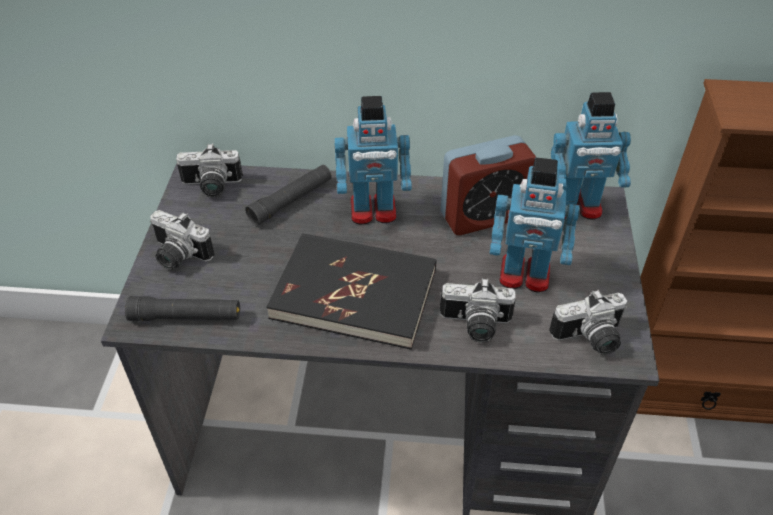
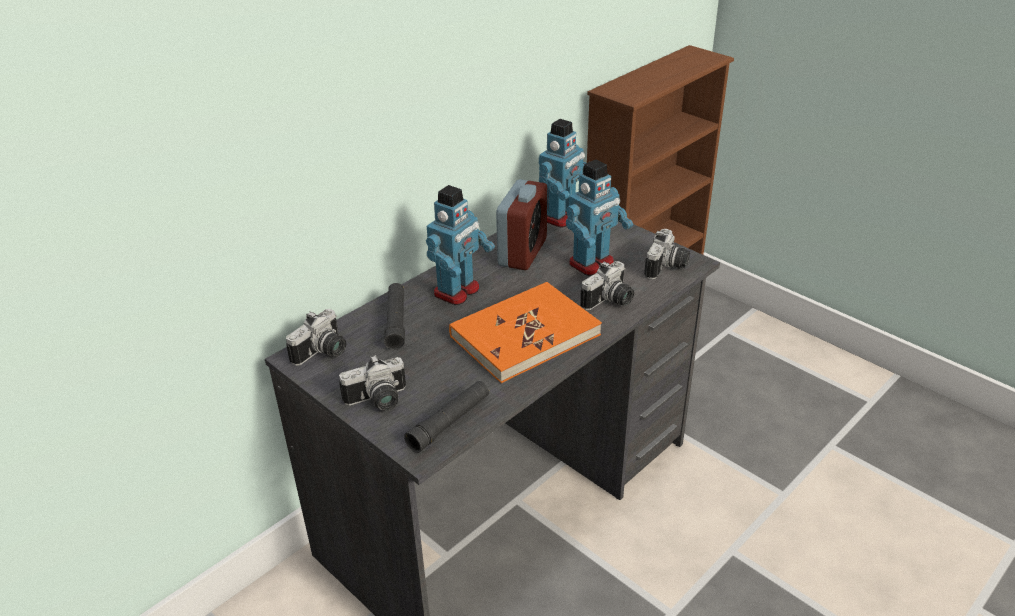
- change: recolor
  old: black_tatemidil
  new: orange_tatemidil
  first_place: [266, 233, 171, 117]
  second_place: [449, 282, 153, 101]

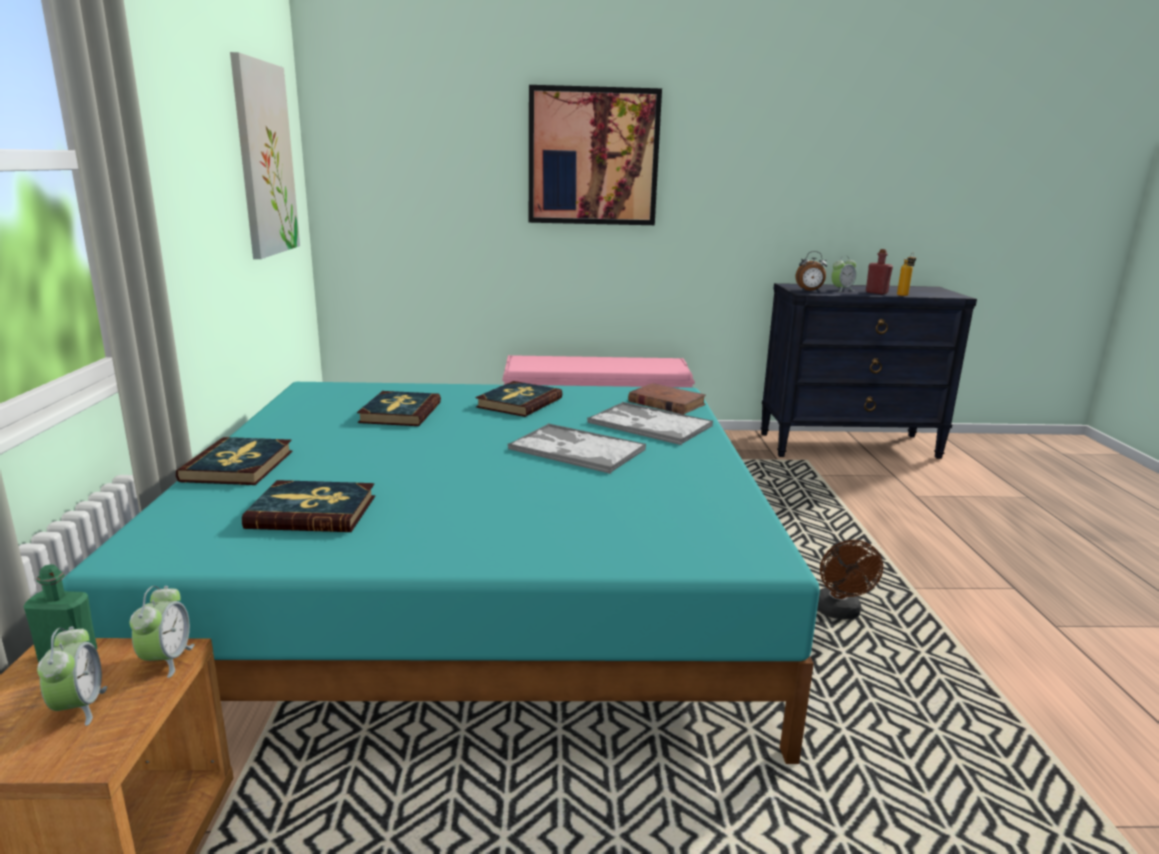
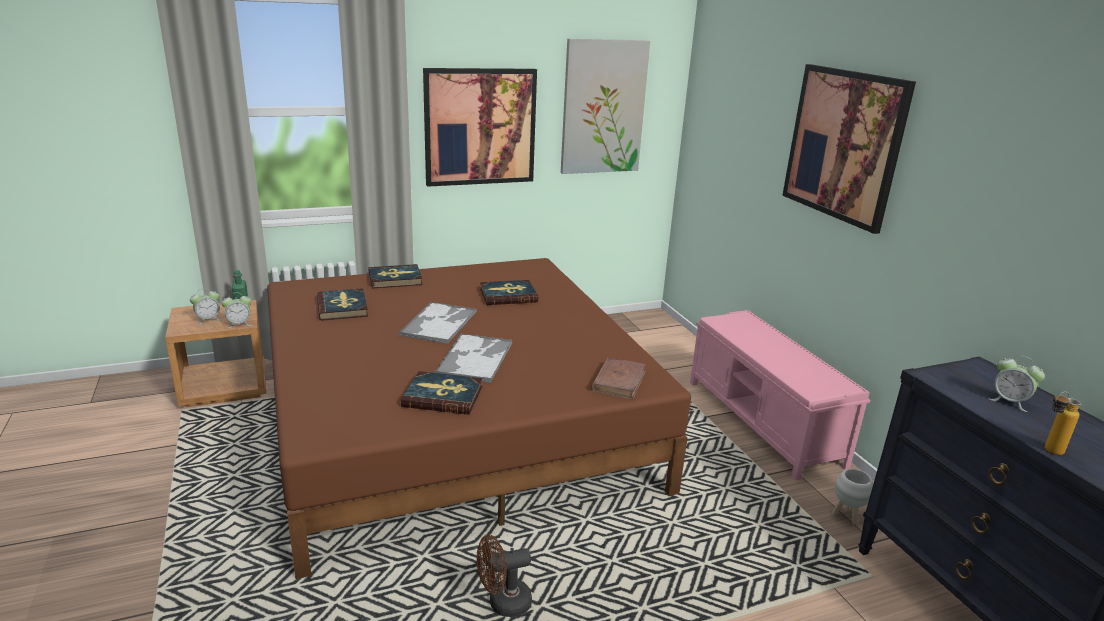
- change: recolor
  old: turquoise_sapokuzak
  new: brown_sapokuzak
  first_place: [62, 382, 758, 382]
  second_place: [267, 258, 424, 321]
- change: move
  old: tatemidil
  first_place: [475, 381, 87, 36]
  second_place: [401, 371, 81, 44]
- change: move
  old: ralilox
  first_place: [587, 402, 126, 43]
  second_place: [398, 302, 78, 42]
- change: delete
  old: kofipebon
  first_place: [796, 251, 31, 40]
- change: delete
  old: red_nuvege
  first_place: [866, 249, 27, 45]
- change: insert
  new: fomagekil
  second_place: [423, 68, 114, 119]
- change: insert
  new: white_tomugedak
  second_place: [832, 468, 41, 57]

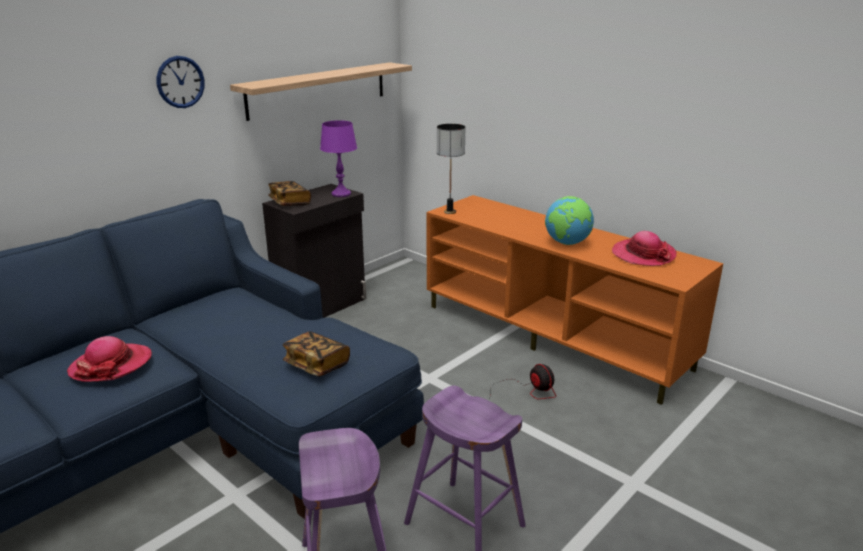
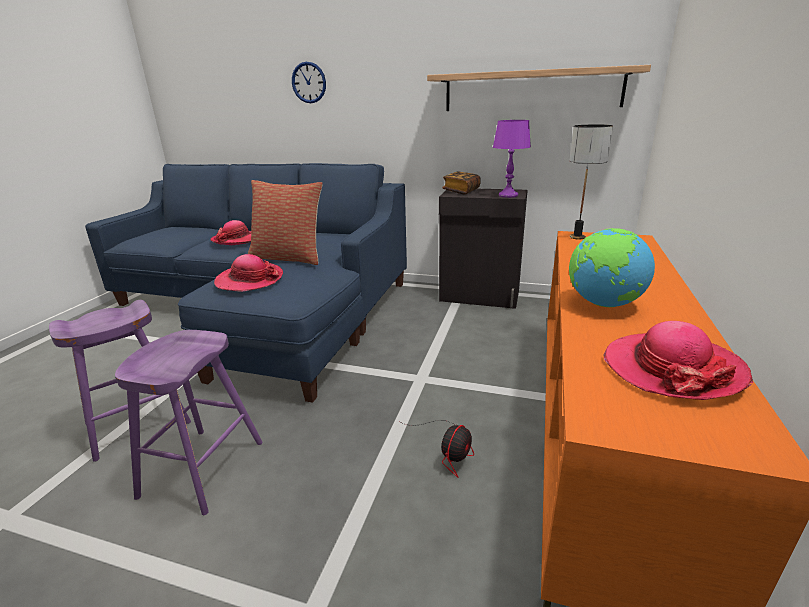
- change: move
  old: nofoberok
  first_place: [156, 56, 49, 52]
  second_place: [292, 62, 34, 41]
- change: replace
  old: tatemidil
  new: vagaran
  first_place: [283, 331, 67, 45]
  second_place: [214, 254, 69, 37]
- change: insert
  new: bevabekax
  second_place: [248, 180, 75, 85]

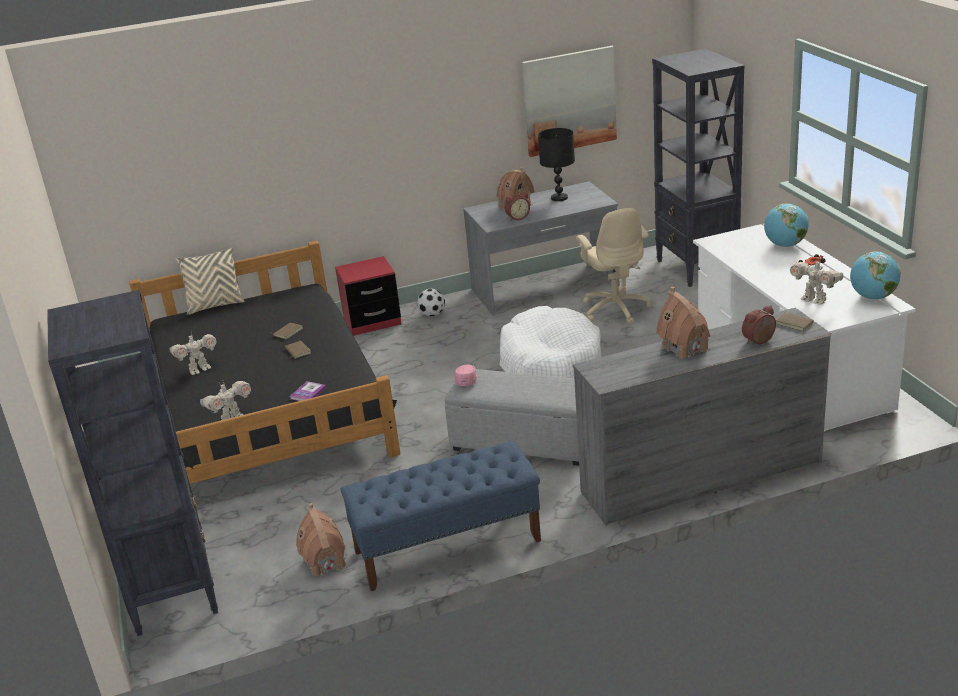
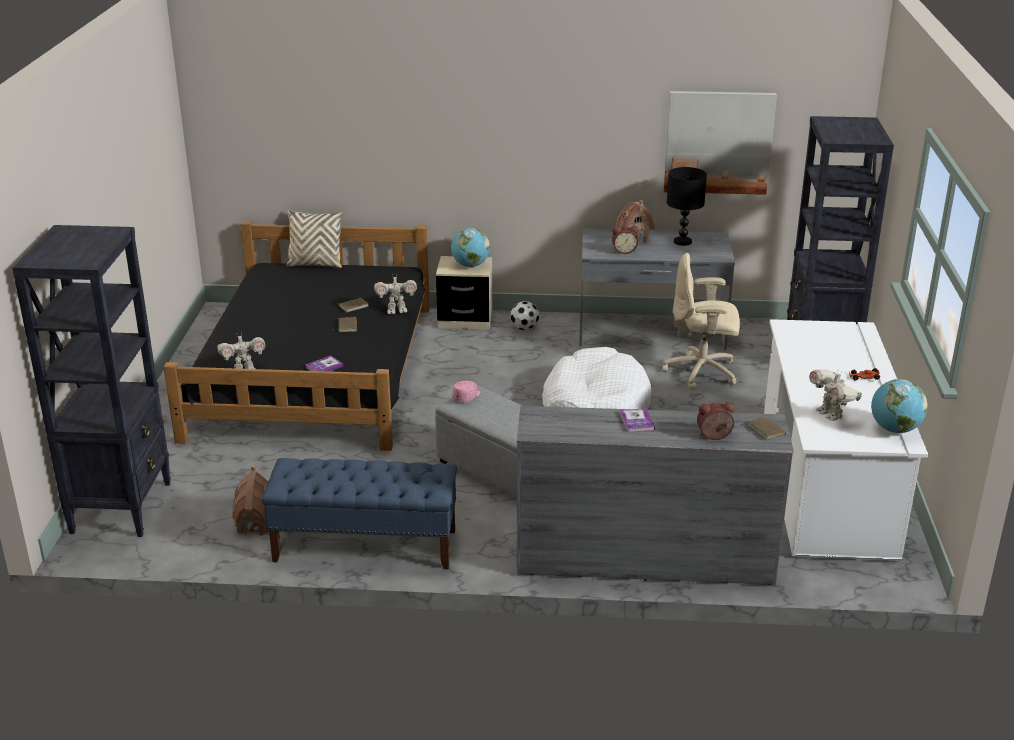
- change: move
  old: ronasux
  first_place: [169, 332, 48, 43]
  second_place: [374, 273, 43, 41]
- change: recolor
  old: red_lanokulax
  new: beige_lanokulax
  first_place: [335, 256, 67, 80]
  second_place: [436, 256, 56, 74]
- change: rotate
  old: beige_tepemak
  first_place: [576, 208, 76, 116]
  second_place: [663, 253, 77, 137]
  degrees: 90
- change: replace
  old: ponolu
  new: tatemidil
  first_place: [656, 286, 54, 73]
  second_place: [619, 408, 36, 24]
- change: move
  old: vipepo
  first_place: [764, 203, 44, 44]
  second_place: [451, 228, 39, 39]

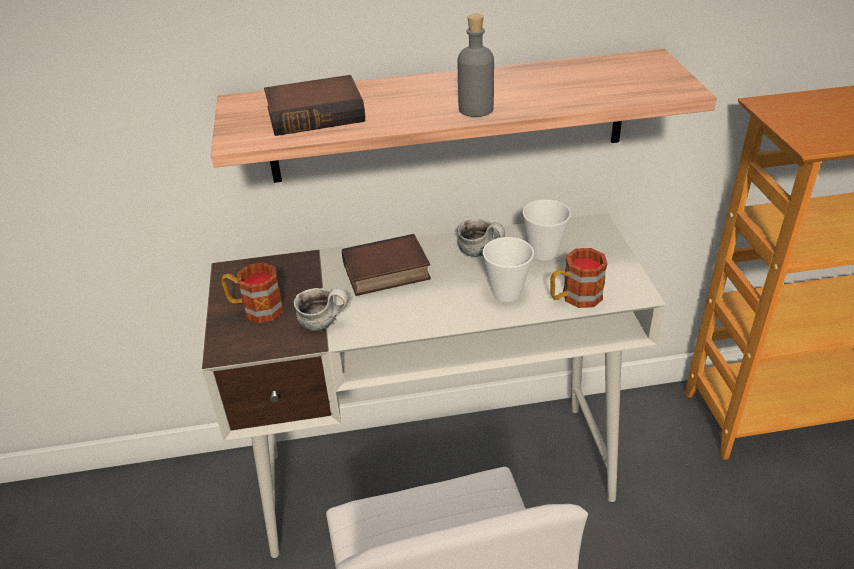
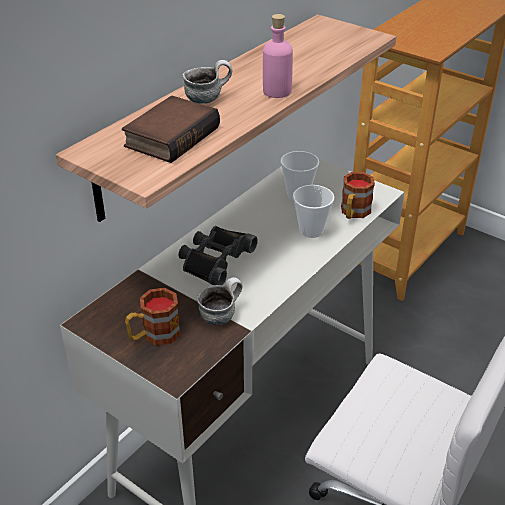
- change: replace
  old: tatemidil
  new: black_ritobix
  first_place: [342, 234, 89, 62]
  second_place: [179, 226, 79, 60]
- change: move
  old: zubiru
  first_place: [457, 219, 48, 38]
  second_place: [183, 60, 49, 44]
- change: recolor
  old: grey_nuvege
  new: pink_nuvege
  first_place: [458, 14, 36, 103]
  second_place: [263, 14, 30, 84]

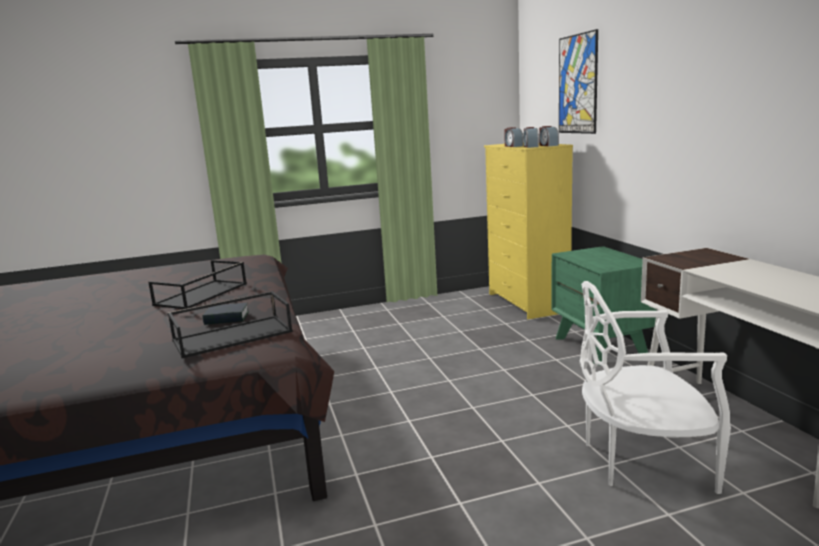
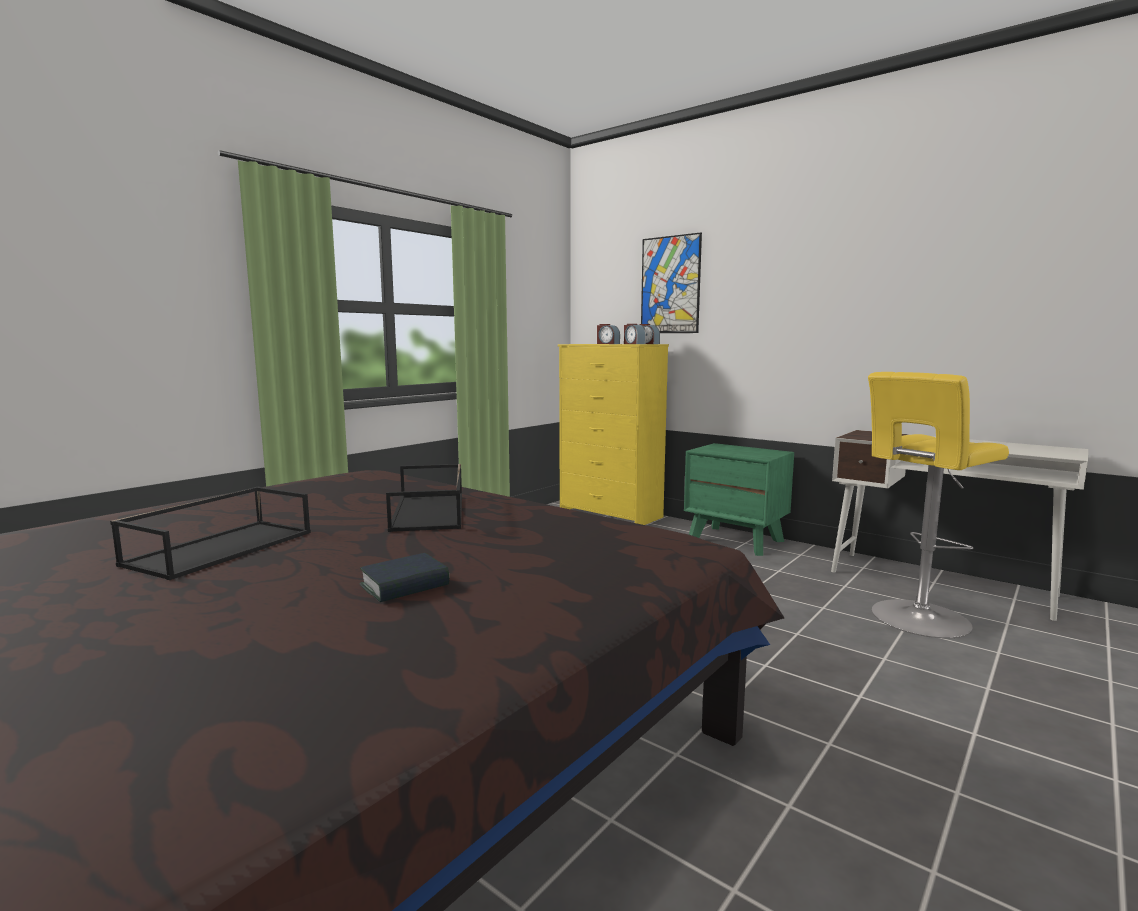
- change: move
  old: black_ralilox
  first_place: [168, 291, 125, 67]
  second_place: [110, 487, 201, 93]
- change: move
  old: tatemidil
  first_place: [202, 303, 47, 22]
  second_place: [360, 553, 89, 49]
- change: replace
  old: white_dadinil
  new: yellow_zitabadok
  first_place: [580, 281, 151, 213]
  second_place: [868, 372, 141, 266]

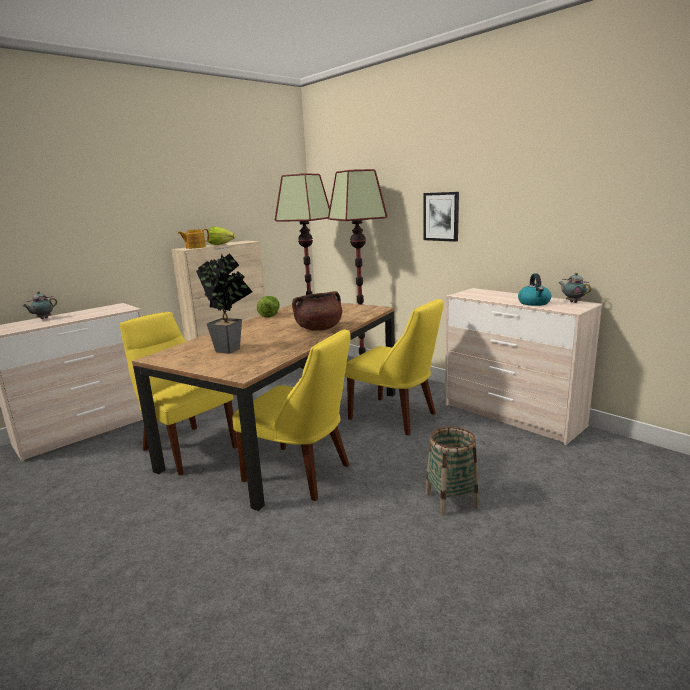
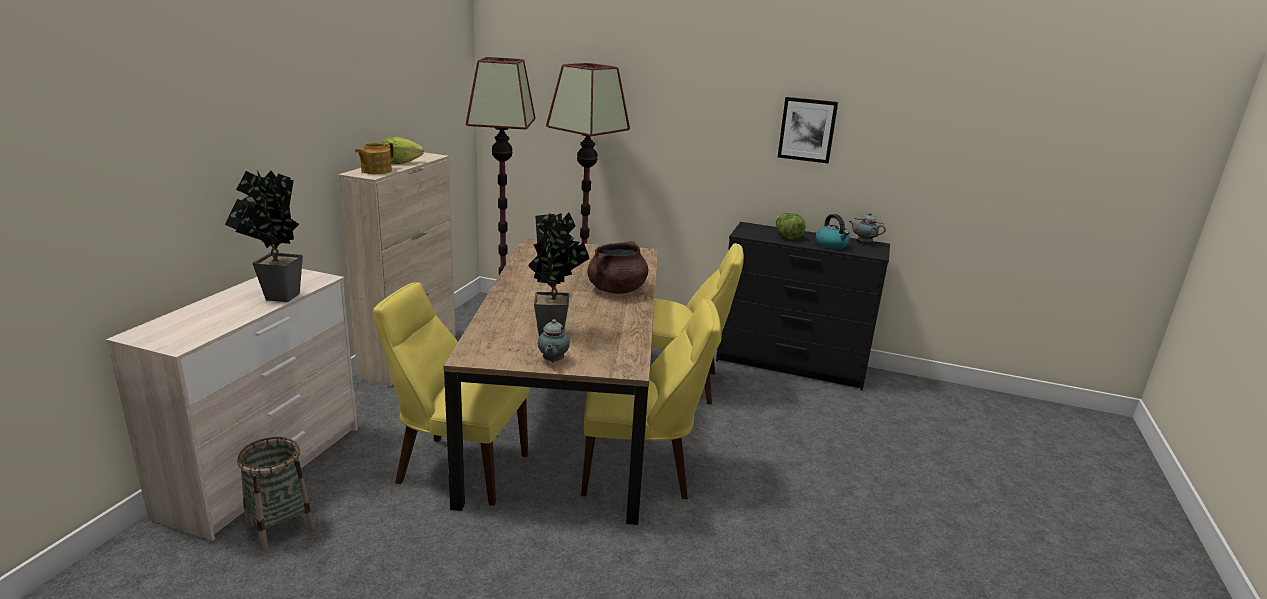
- change: move
  old: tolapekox
  first_place: [23, 292, 34, 27]
  second_place: [538, 319, 32, 43]
- change: move
  old: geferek
  first_place: [257, 296, 22, 22]
  second_place: [775, 213, 31, 27]
- change: move
  old: fomagekil
  first_place: [423, 192, 36, 50]
  second_place: [778, 97, 60, 66]
- change: move
  old: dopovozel
  first_place: [425, 427, 54, 89]
  second_place: [237, 437, 77, 113]
- change: recolor
  old: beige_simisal
  new: black_simisal
  first_place: [445, 288, 158, 157]
  second_place: [716, 222, 174, 169]
- change: insert
  new: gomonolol
  second_place: [225, 170, 78, 132]

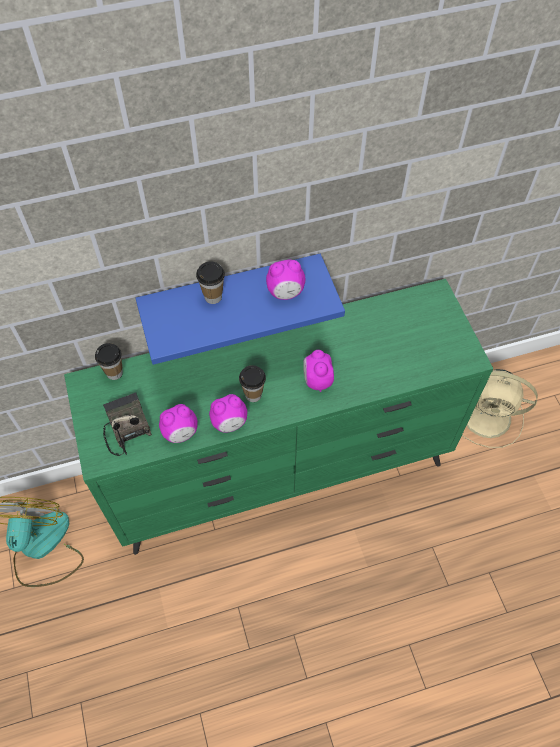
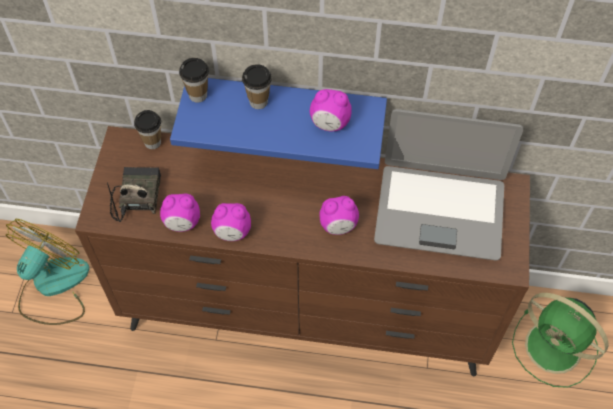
- change: recolor
  old: green_simisal
  new: brown_simisal
  first_place: [64, 279, 429, 276]
  second_place: [75, 126, 455, 250]
- change: move
  old: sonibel
  first_place: [239, 365, 27, 37]
  second_place: [179, 58, 30, 45]
- change: rotate
  old: kofipebon
  first_place: [303, 350, 31, 42]
  second_place: [319, 196, 40, 39]
  degrees: -120
- change: recolor
  old: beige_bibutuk
  new: green_bibutuk
  first_place: [462, 369, 76, 79]
  second_place: [512, 293, 97, 95]
- change: insert
  new: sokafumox
  second_place: [374, 109, 149, 152]

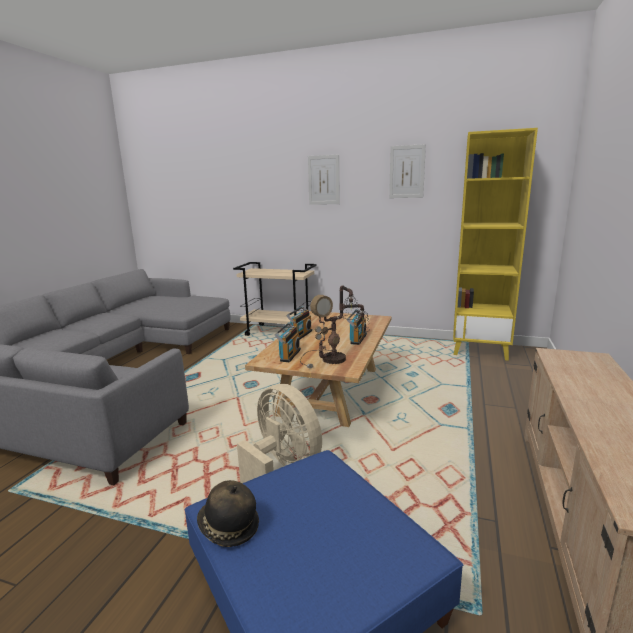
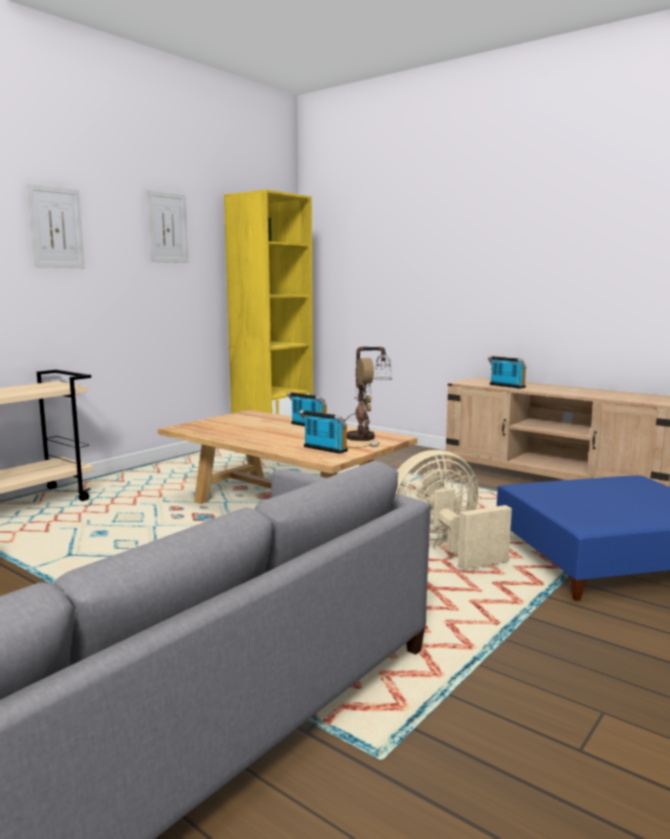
- change: delete
  old: vagaran
  first_place: [197, 480, 62, 67]
- change: move
  old: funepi
  first_place: [287, 306, 25, 34]
  second_place: [488, 356, 39, 33]

